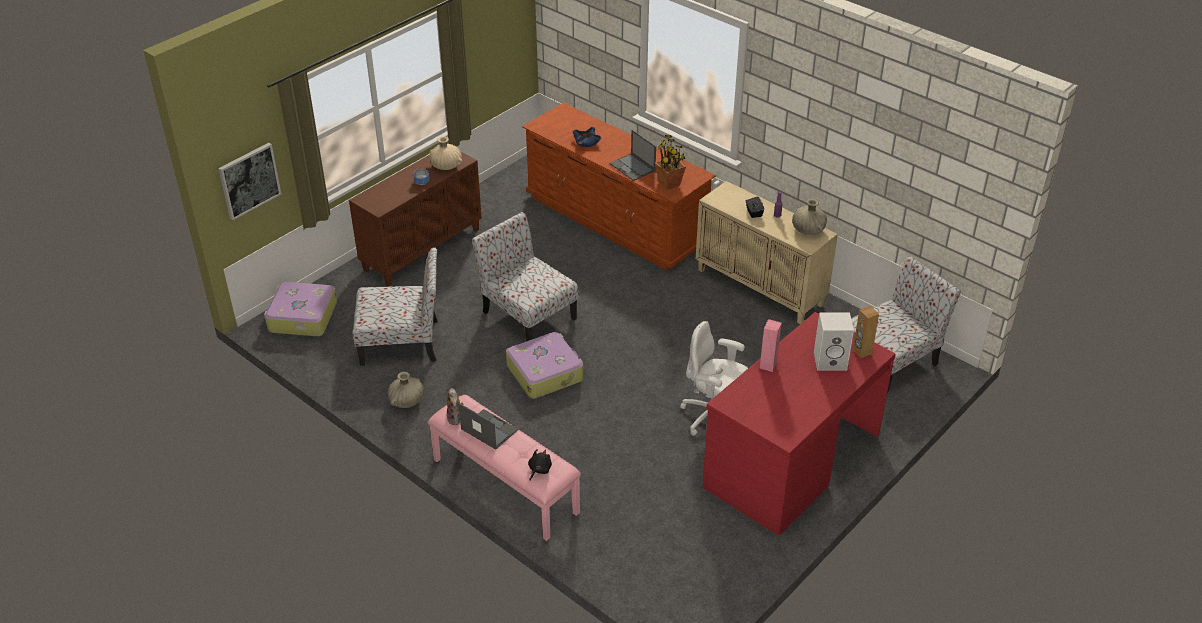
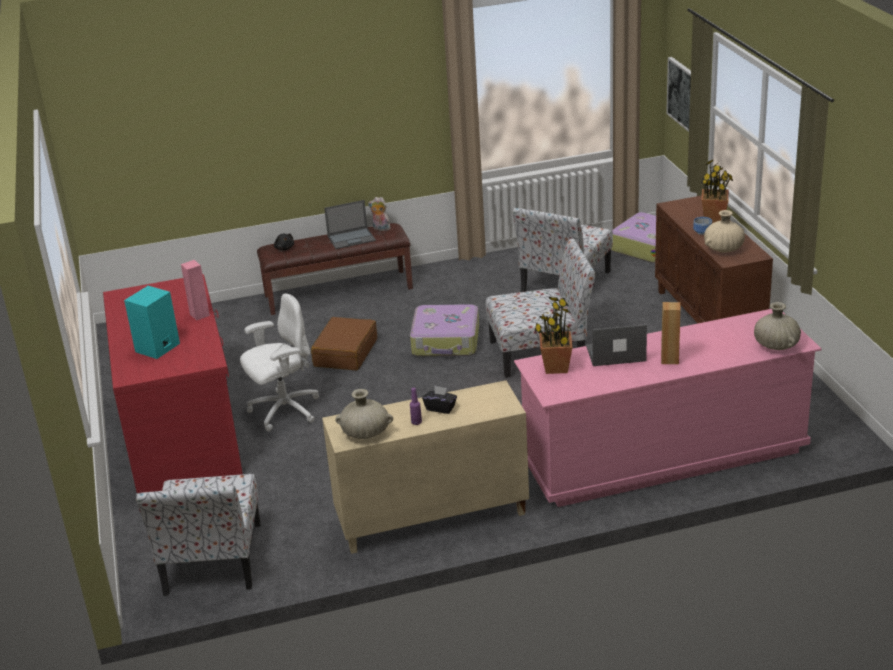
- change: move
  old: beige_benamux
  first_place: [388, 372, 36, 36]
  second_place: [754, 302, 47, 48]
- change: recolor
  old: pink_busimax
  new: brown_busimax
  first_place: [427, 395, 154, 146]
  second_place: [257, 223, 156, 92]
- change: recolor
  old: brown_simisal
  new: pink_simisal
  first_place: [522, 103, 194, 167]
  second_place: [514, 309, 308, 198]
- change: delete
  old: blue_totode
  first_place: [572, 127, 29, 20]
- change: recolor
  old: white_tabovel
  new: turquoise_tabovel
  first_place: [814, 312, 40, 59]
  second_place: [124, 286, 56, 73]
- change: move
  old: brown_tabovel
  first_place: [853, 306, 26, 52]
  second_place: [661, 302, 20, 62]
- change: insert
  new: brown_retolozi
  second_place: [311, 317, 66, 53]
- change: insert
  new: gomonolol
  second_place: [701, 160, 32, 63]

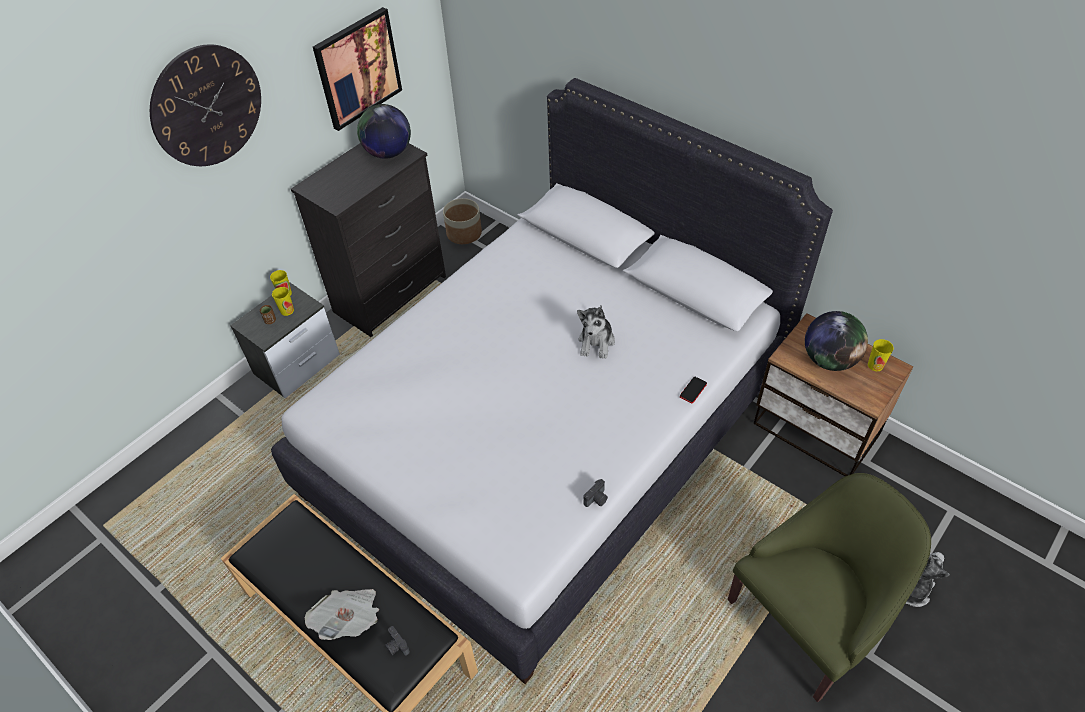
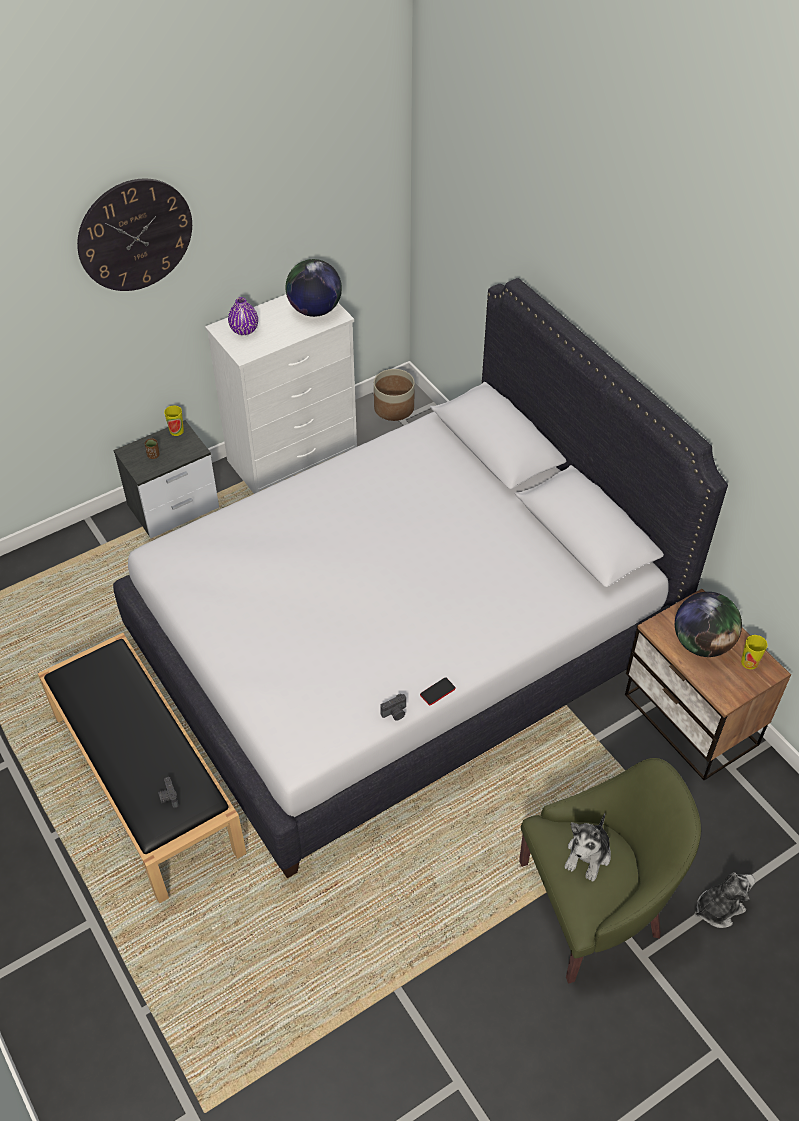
- change: delete
  old: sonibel
  first_place: [272, 287, 22, 29]
- change: recolor
  old: black_simisal
  new: white_simisal
  first_place: [291, 143, 155, 194]
  second_place: [205, 294, 152, 200]
- change: delete
  old: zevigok
  first_place: [305, 589, 74, 51]
- change: delete
  old: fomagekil
  first_place: [313, 7, 89, 124]
- change: move
  old: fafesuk
  first_place: [577, 306, 38, 53]
  second_place: [565, 813, 46, 69]
- change: move
  old: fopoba
  first_place: [680, 377, 27, 26]
  second_place: [420, 678, 36, 27]
- change: insert
  new: purple_benamux
  second_place: [228, 297, 30, 38]

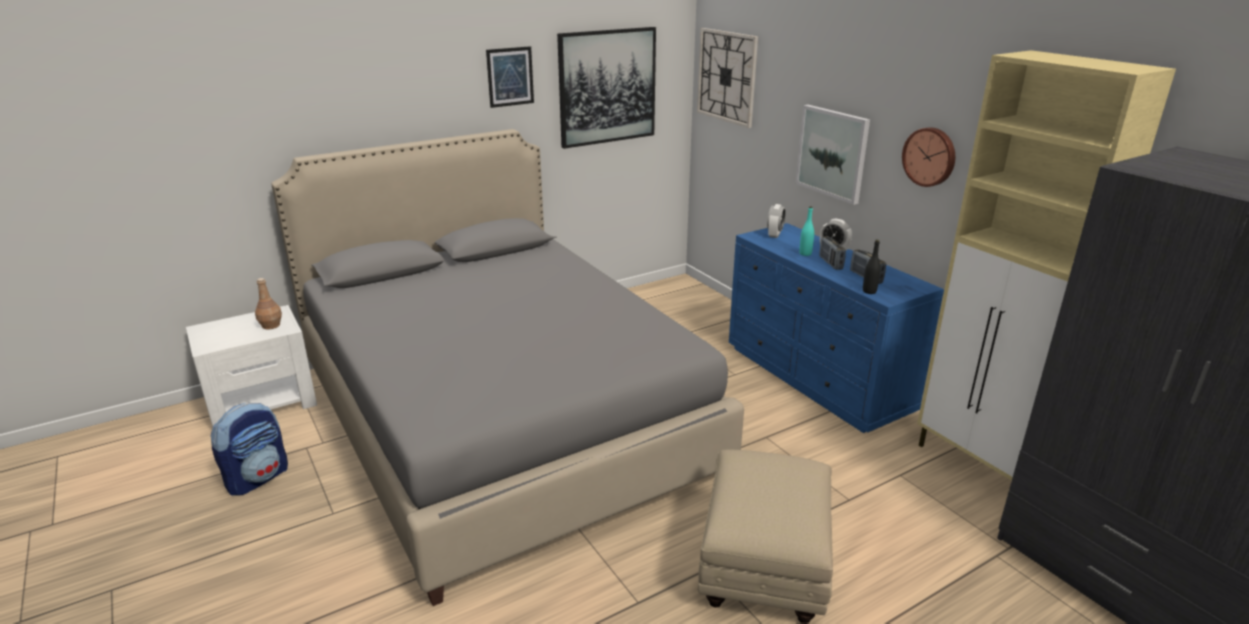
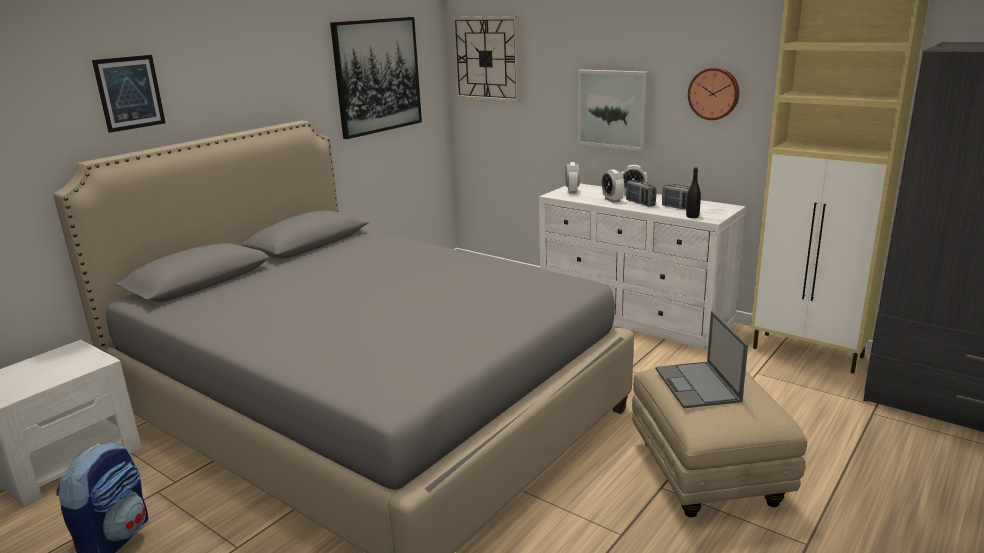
- change: delete
  old: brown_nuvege
  first_place: [255, 278, 27, 52]
- change: move
  old: fomagekil
  first_place: [486, 46, 48, 62]
  second_place: [92, 55, 74, 78]
- change: recolor
  old: blue_simisal
  new: white_simisal
  first_place: [729, 223, 215, 210]
  second_place: [539, 183, 207, 166]
- change: replace
  old: turquoise_nuvege
  new: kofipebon
  first_place: [799, 206, 15, 50]
  second_place: [602, 169, 23, 34]
- change: insert
  new: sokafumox
  second_place: [655, 311, 93, 97]

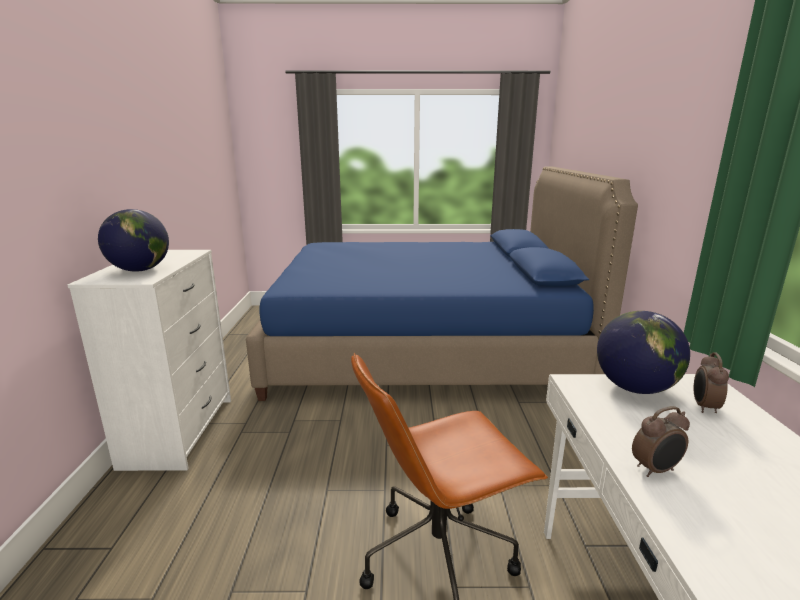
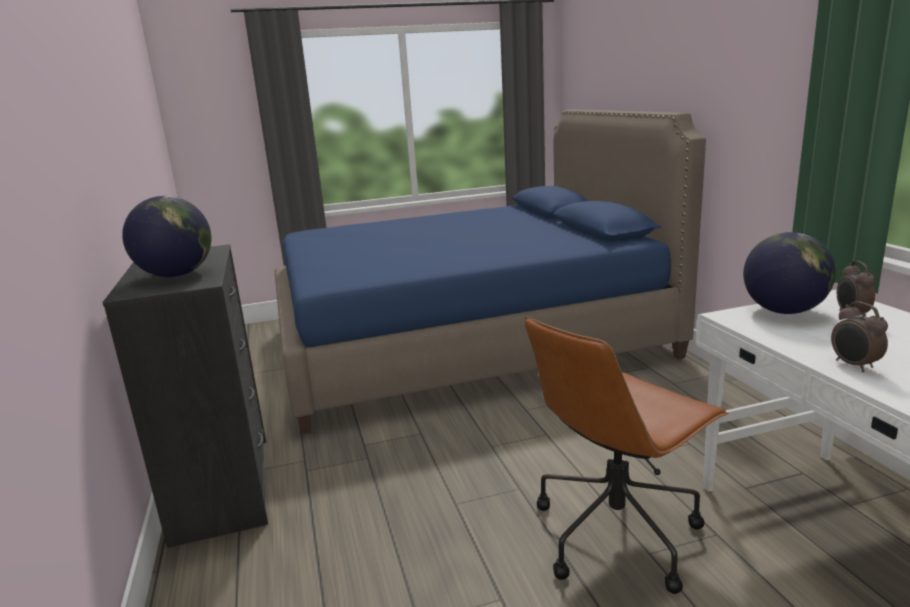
- change: recolor
  old: white_simisal
  new: black_simisal
  first_place: [68, 250, 163, 221]
  second_place: [102, 244, 166, 304]
- change: rotate
  old: kofipebon
  first_place: [632, 406, 58, 71]
  second_place: [831, 301, 57, 71]
  degrees: 105

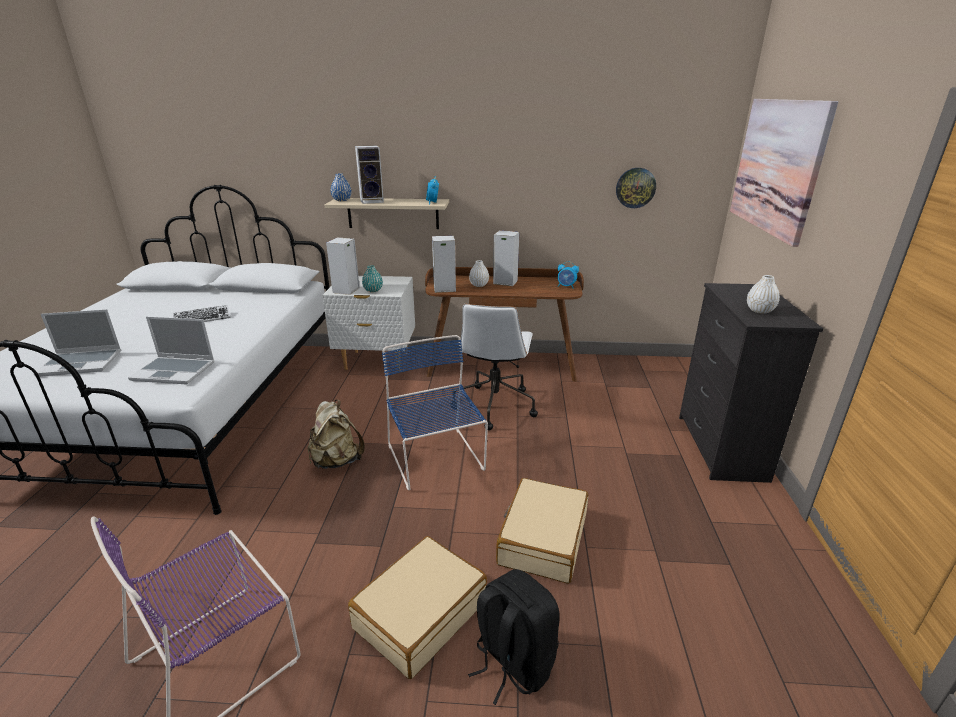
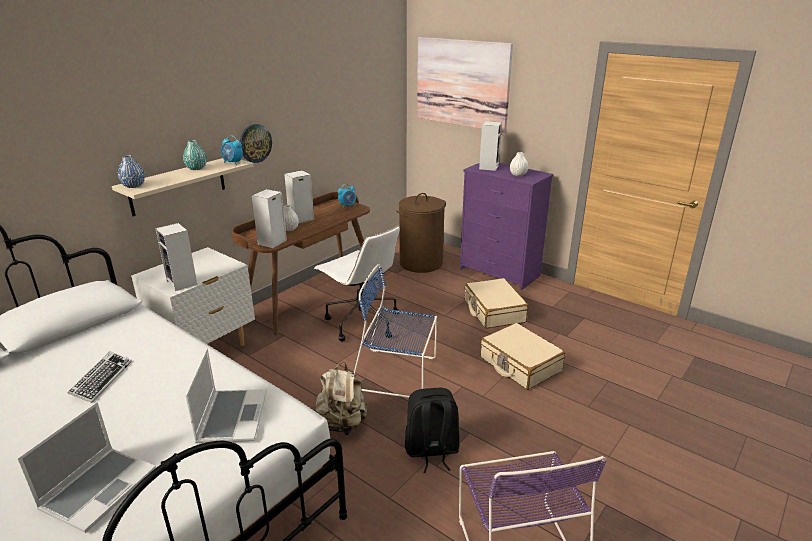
- change: rotate
  old: sokafumox
  first_place: [128, 317, 87, 67]
  second_place: [185, 348, 82, 95]
  degrees: -45
- change: move
  old: beige_retolozi
  first_place: [348, 536, 139, 143]
  second_place: [465, 278, 63, 51]
- change: move
  old: tabovel
  first_place: [355, 145, 29, 59]
  second_place: [479, 121, 23, 50]
- change: move
  old: turquoise_benamux
  first_place: [362, 265, 21, 27]
  second_place: [183, 140, 24, 30]
- change: move
  old: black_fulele
  first_place: [468, 569, 92, 136]
  second_place: [405, 388, 55, 85]
- change: move
  old: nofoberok
  first_place: [616, 168, 40, 40]
  second_place: [240, 124, 32, 39]
- change: recolor
  old: black_simisal
  new: purple_simisal
  first_place: [679, 283, 145, 200]
  second_place: [460, 163, 94, 127]
- change: insert
  new: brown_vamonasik
  second_place: [396, 193, 50, 80]

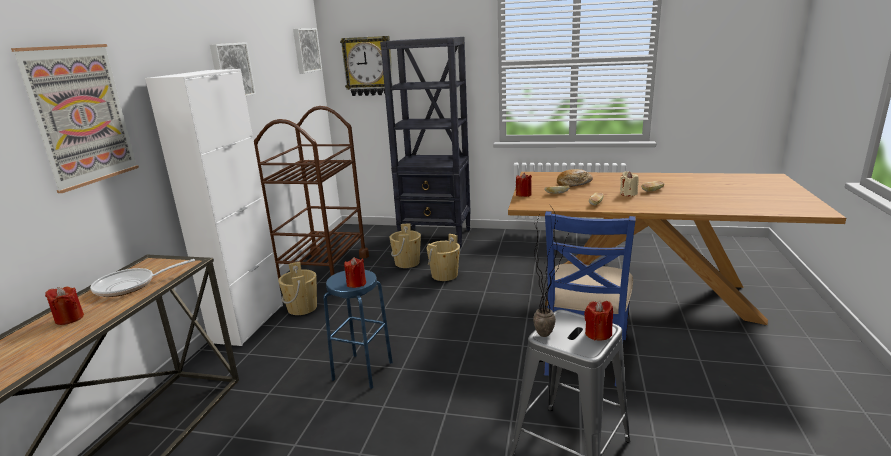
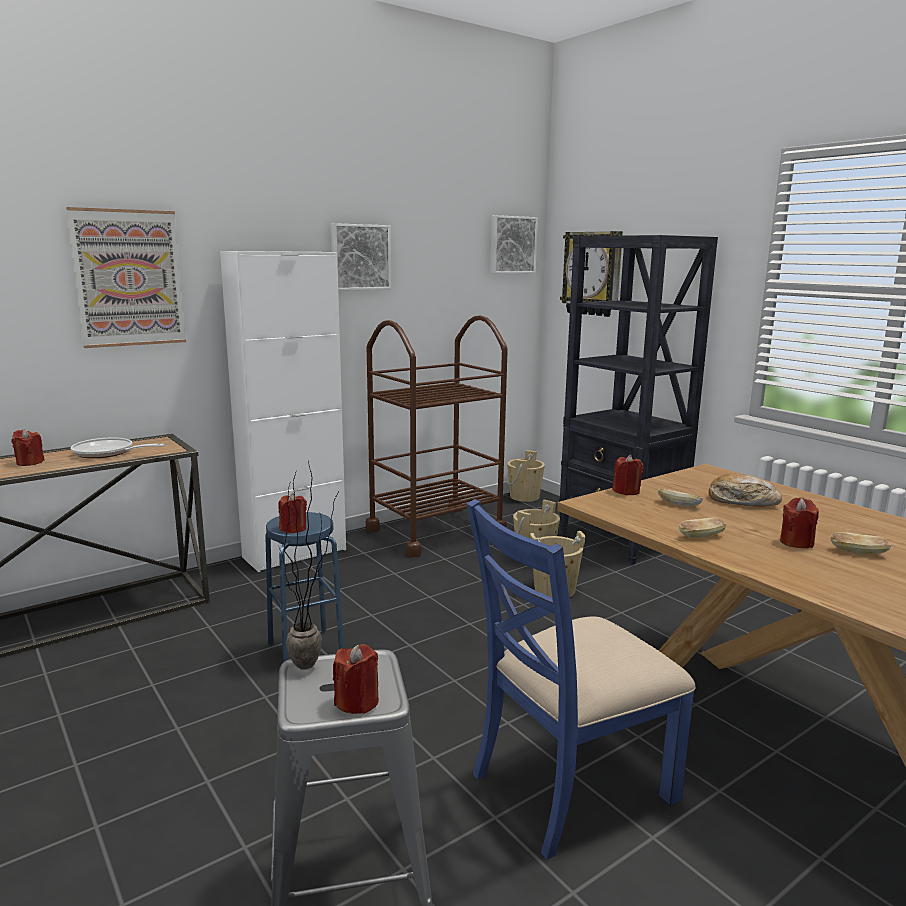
- change: move
  old: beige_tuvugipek
  first_place: [278, 262, 39, 53]
  second_place: [507, 450, 38, 52]
- change: recolor
  old: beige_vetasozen
  new: red_vetasozen
  first_place: [620, 171, 19, 25]
  second_place: [780, 498, 39, 50]

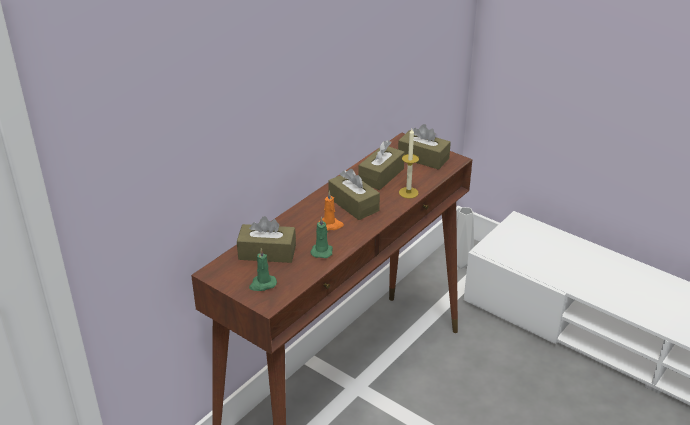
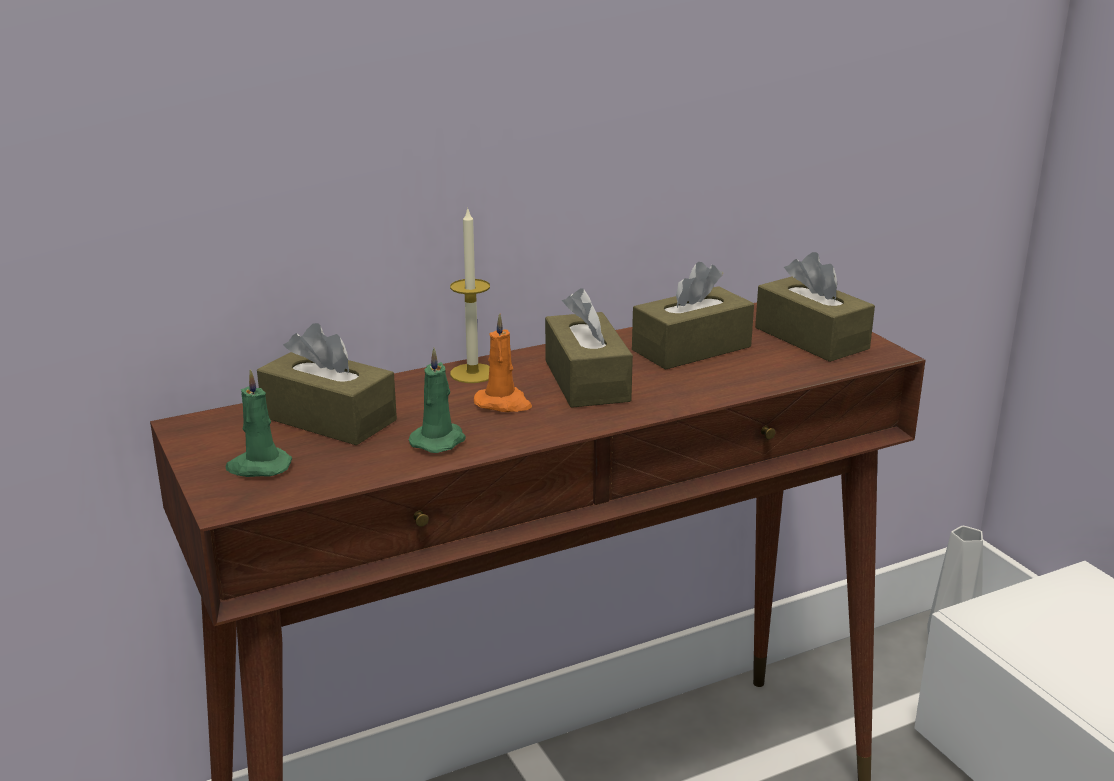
- change: move
  old: vetasozen
  first_place: [399, 129, 20, 69]
  second_place: [450, 208, 40, 175]

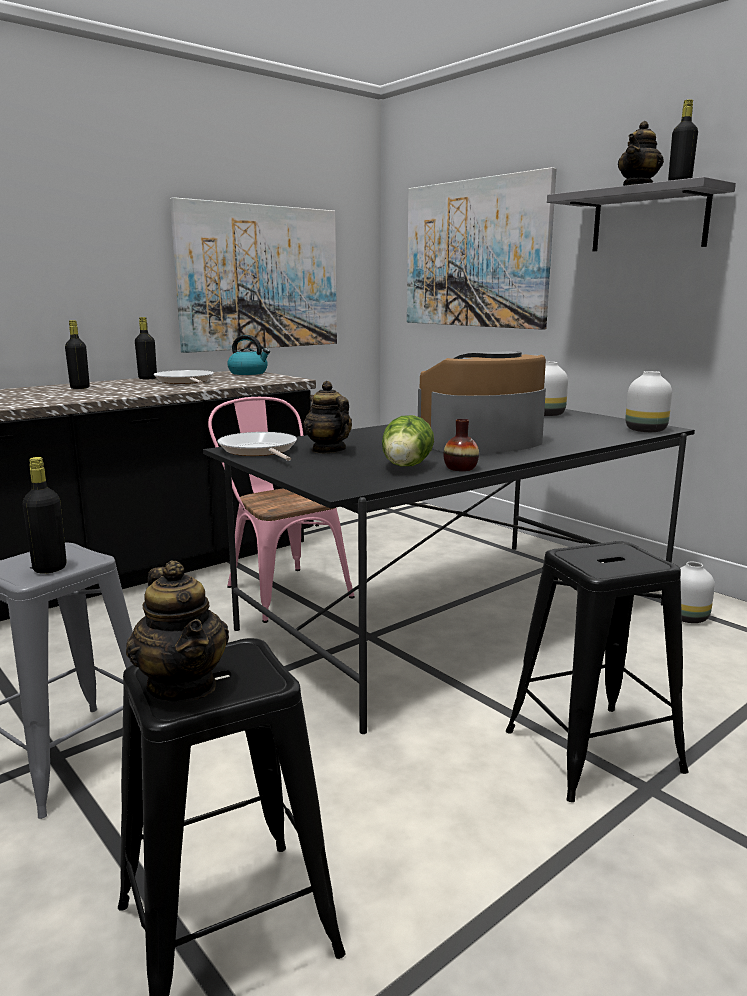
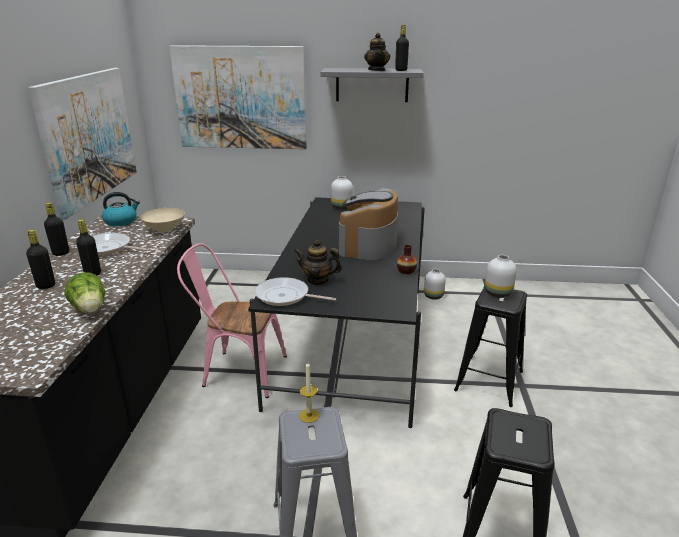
- change: move
  old: black_nuvege
  first_place: [22, 457, 45, 117]
  second_place: [76, 219, 25, 56]
- change: delete
  old: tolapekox
  first_place: [126, 561, 103, 141]
- change: move
  old: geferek
  first_place: [382, 415, 52, 51]
  second_place: [64, 272, 41, 41]
- change: move
  old: white_benamux
  first_place: [625, 371, 47, 61]
  second_place: [485, 255, 32, 43]
- change: insert
  new: beige_totode
  second_place: [140, 208, 45, 24]
- change: insert
  new: vetasozen
  second_place: [299, 361, 21, 62]

